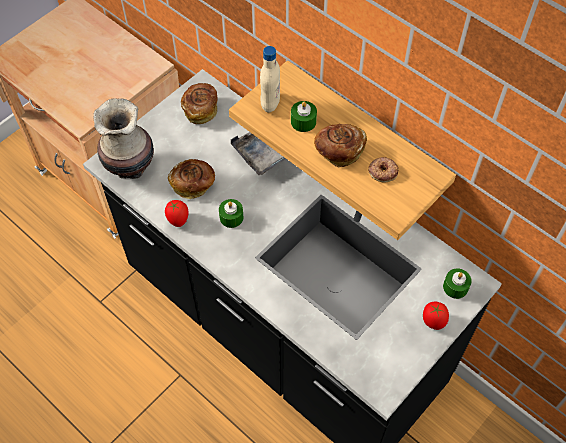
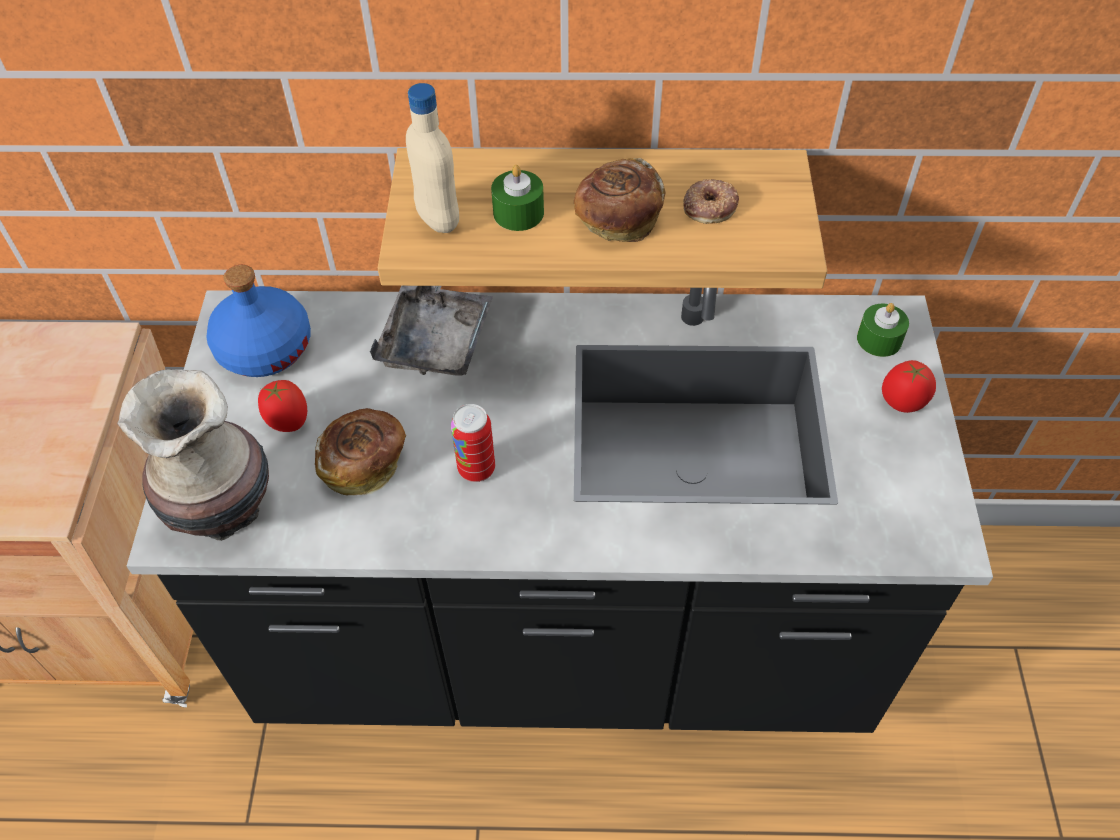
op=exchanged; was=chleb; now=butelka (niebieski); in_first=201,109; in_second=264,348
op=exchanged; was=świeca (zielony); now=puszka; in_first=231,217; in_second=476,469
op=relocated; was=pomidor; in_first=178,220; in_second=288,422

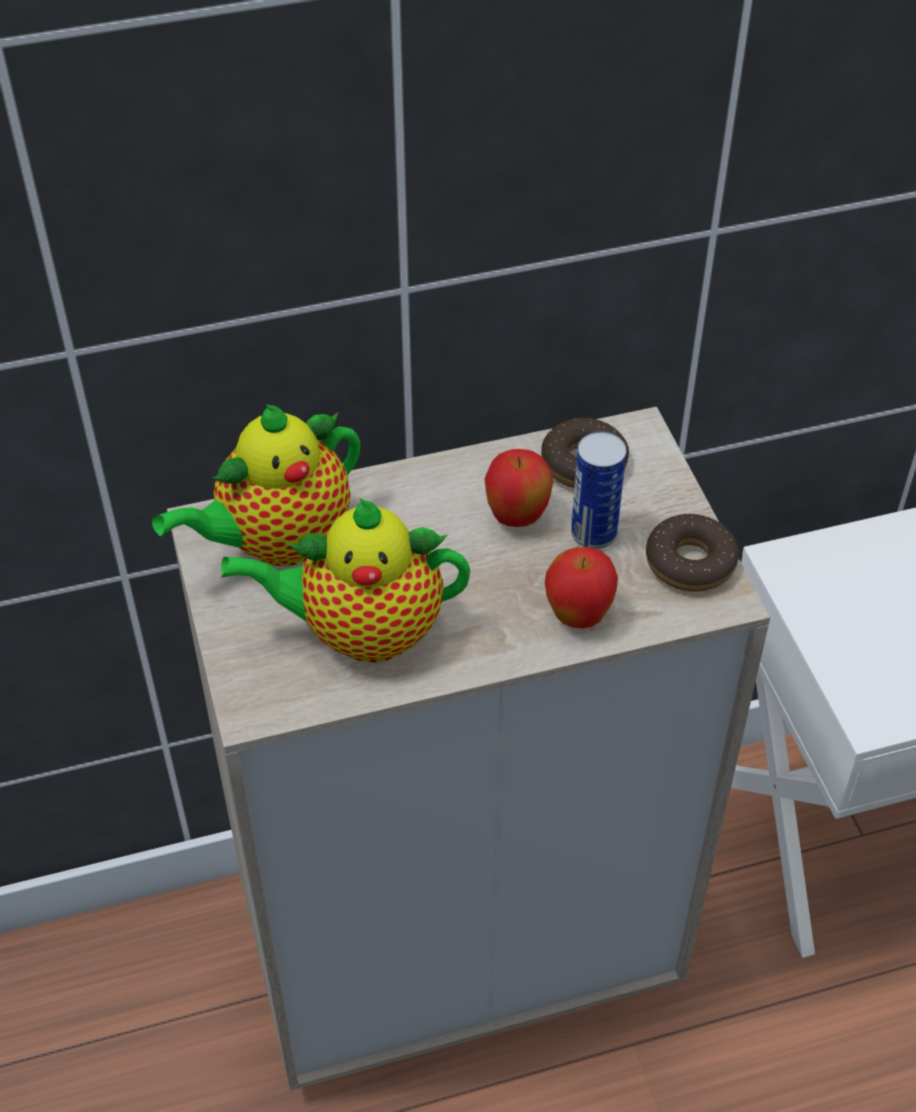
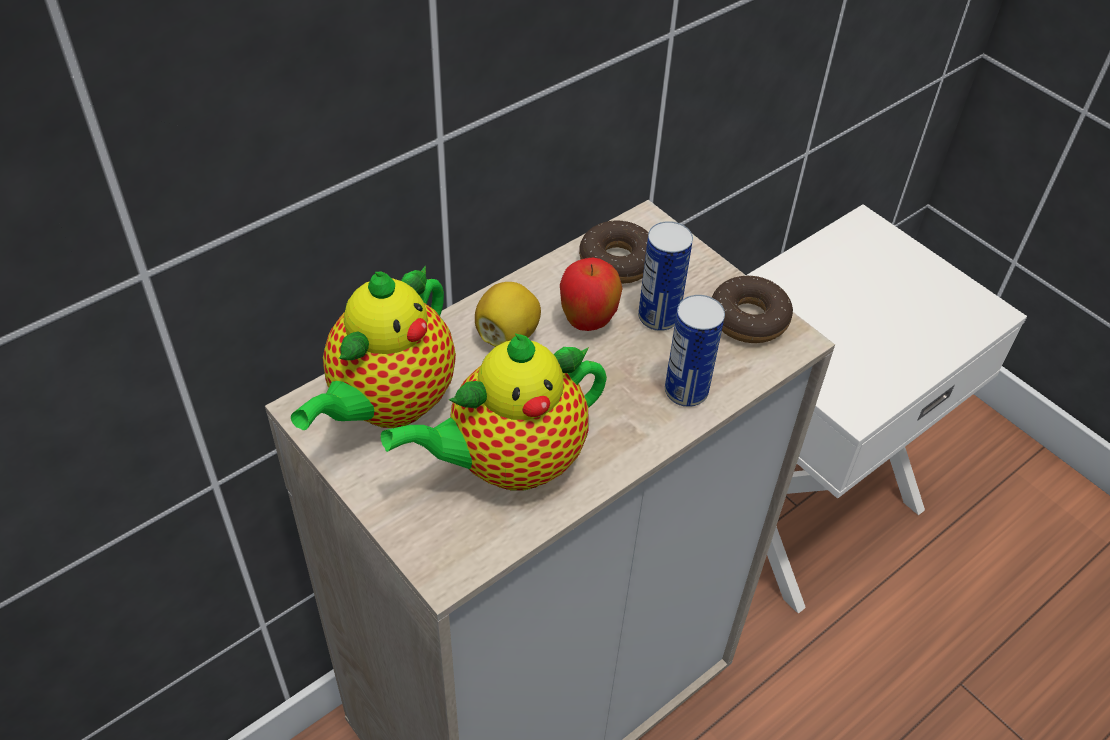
op=exchanged; was=jabłko; now=puszka; in_first=578,616; in_second=686,391
op=appeared; now=cytryna; in_second=507,334

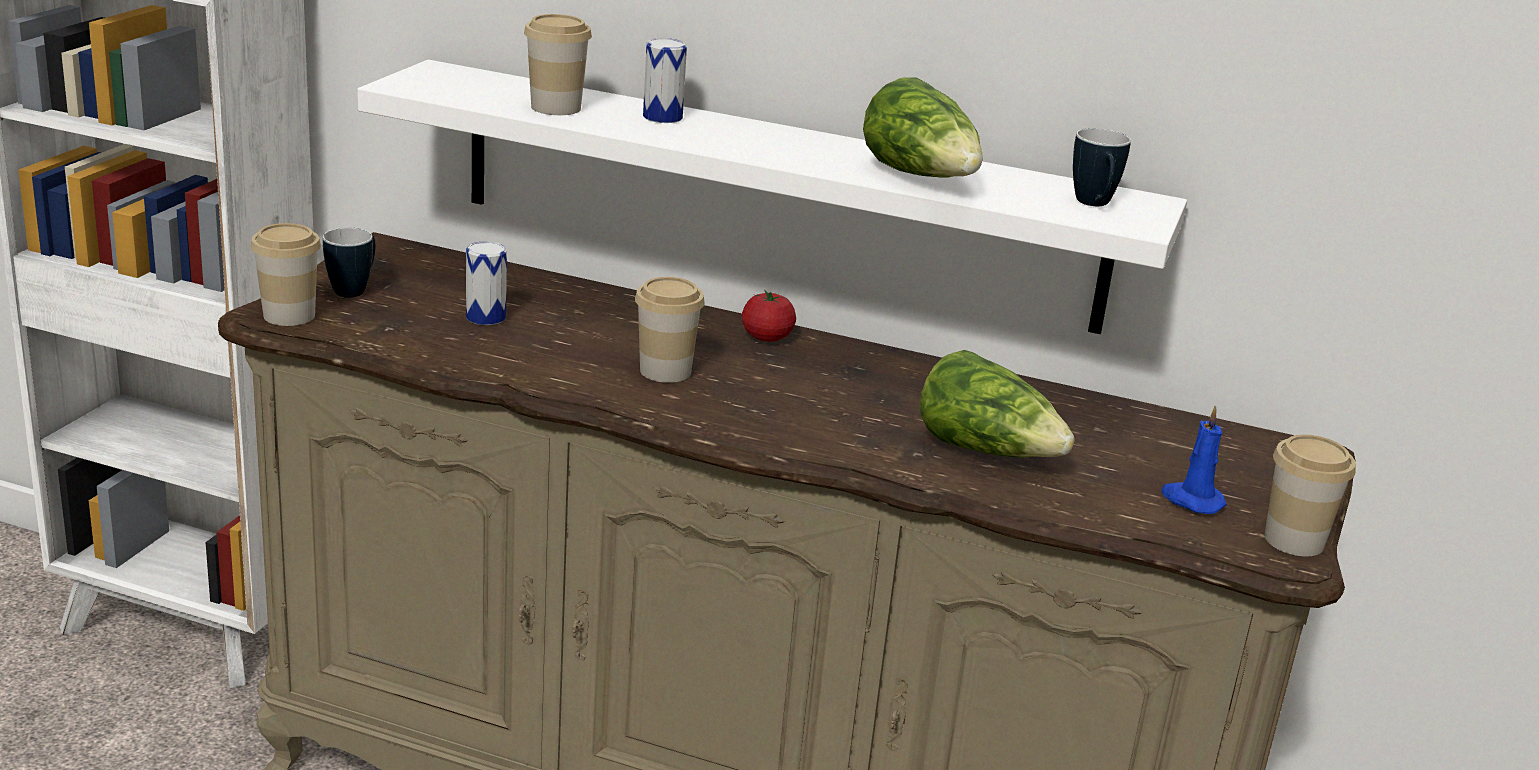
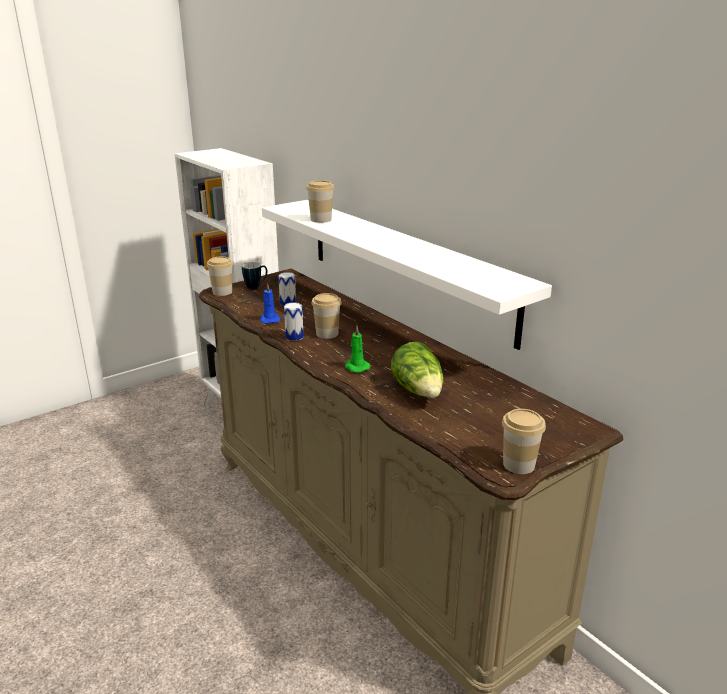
op=relocated; was=puszka; in_first=662,117; in_second=294,337
op=missing; was=sałata; in_first=922,177
op=missing; was=kubek; in_first=1094,205
op=missing; was=pomidor; in_first=767,337
op=relocated; was=świeca (niebieski); in_first=1191,500; in_second=269,320
op=appeared; now=świeca (zielony); in_second=356,367

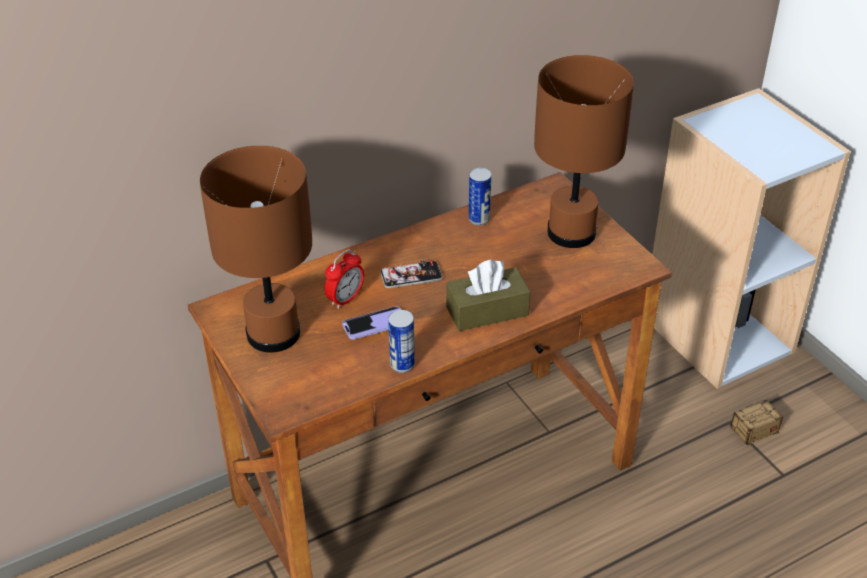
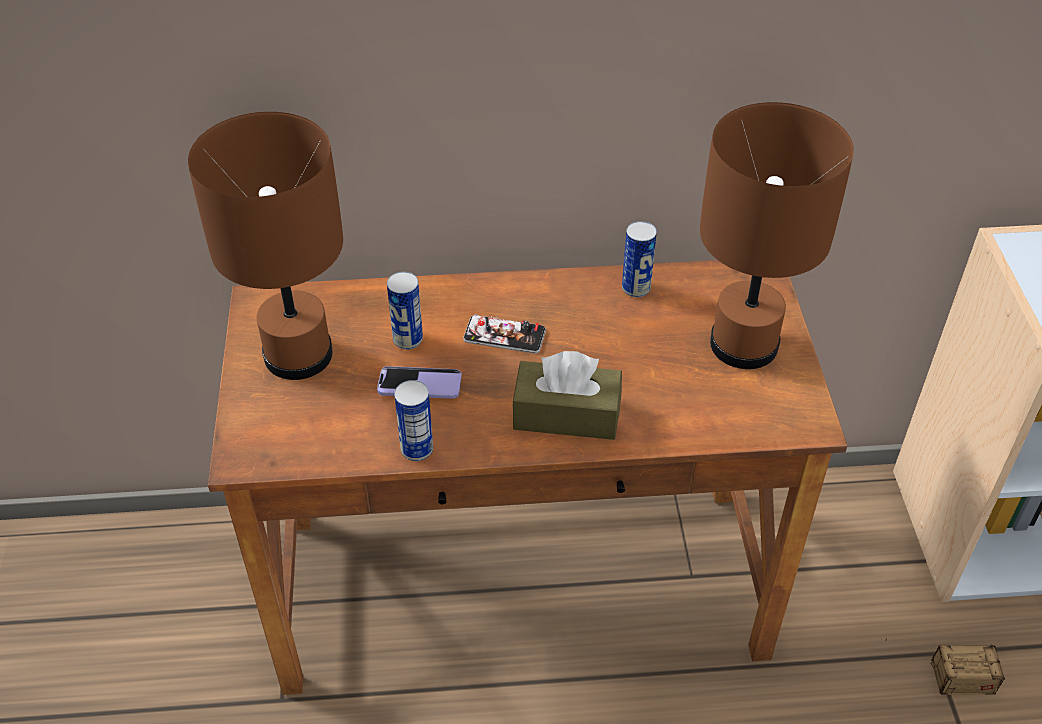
op=exchanged; was=budzik; now=puszka; in_first=345,299; in_second=408,339

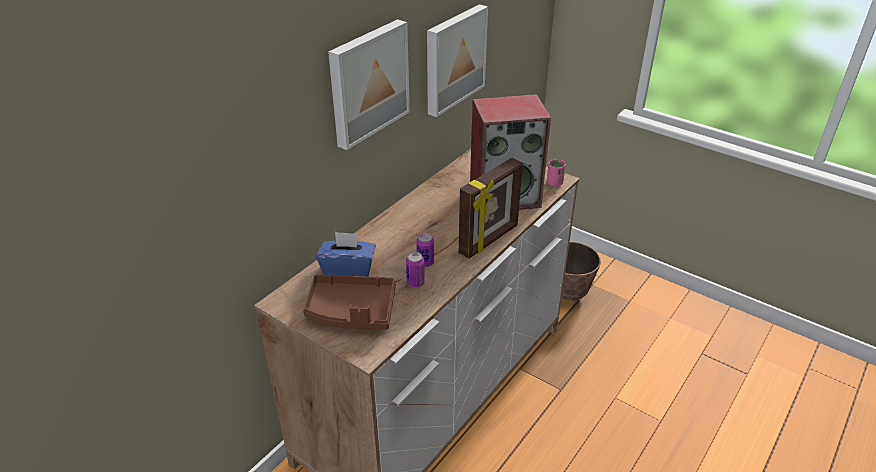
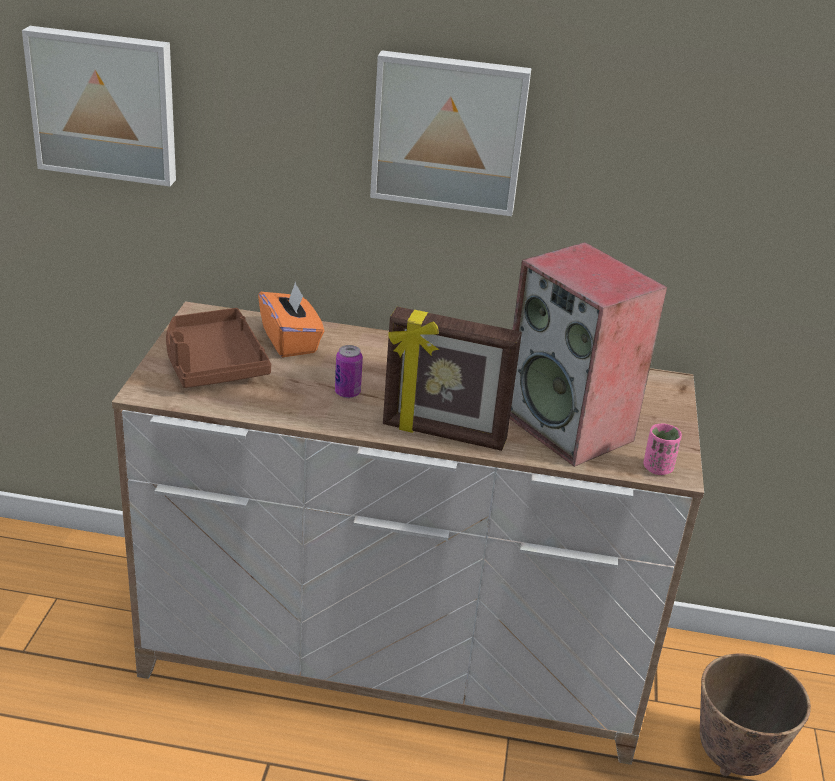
op=relocated; was=obraz; in_first=453,59; in_second=105,105
op=colour; was=pudełko chusteczek (niebieski); now=pudełko chusteczek (pomarańczowy); in_first=348,269; in_second=290,341
op=missing; was=puszka; in_first=415,283

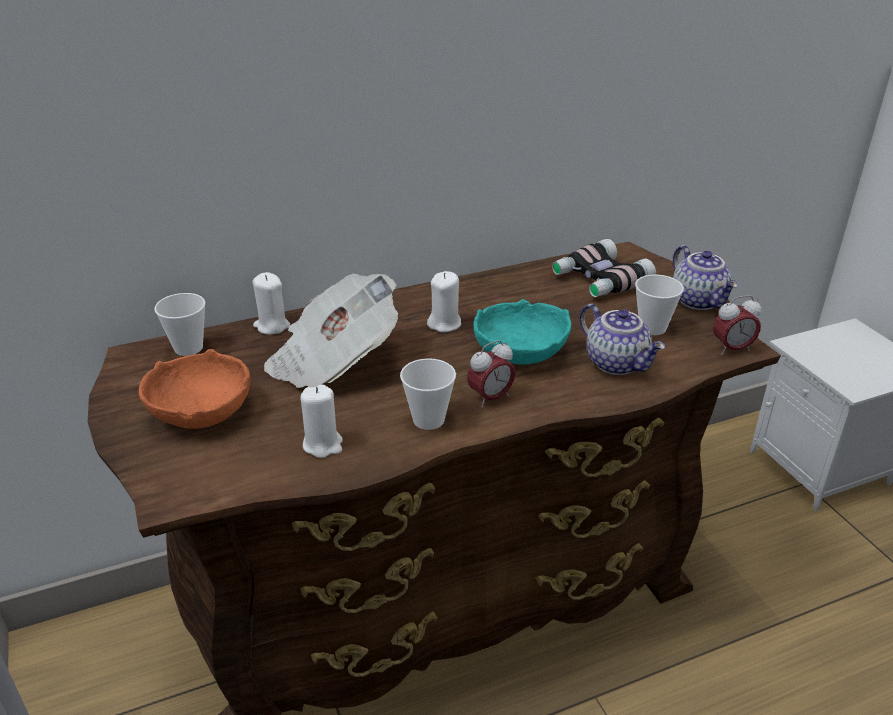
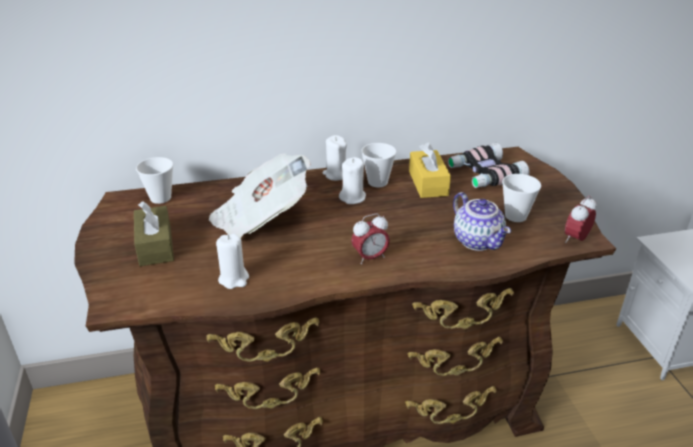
op=missing; was=imbryk; in_first=699,301
op=relocated; was=świeca (biały); in_first=272,326; in_second=335,175
op=spun; was=budzik; in_first=732,349; in_second=576,239; clockwise=135
op=missing; was=miska (turkusowy); in_first=519,352
op=exchanged; was=miska (pomarańczowy); now=pudełko chusteczek (brązowy); in_first=202,412; in_second=155,246
op=relocated; was=filiżanka; in_first=428,420; in_second=377,182
op=appeared; now=pudełko chusteczek (żółty); in_second=428,183

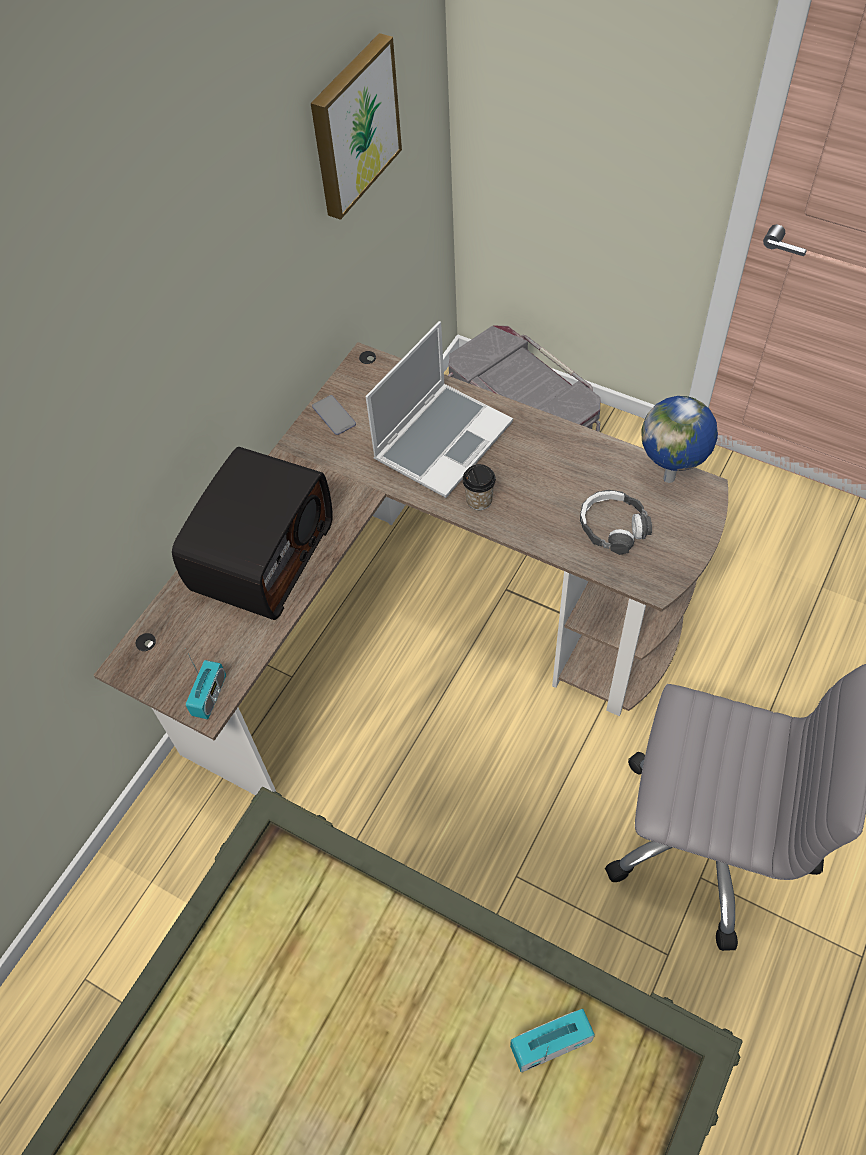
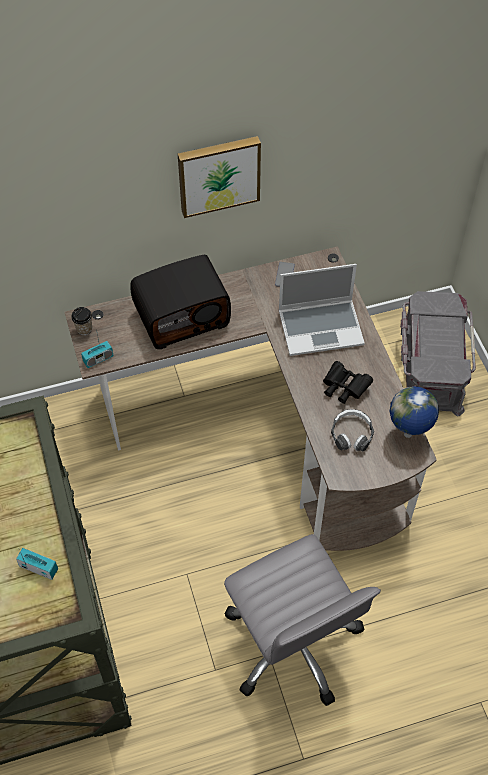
op=relocated; was=obraz; in_first=352,126; in_second=218,174
op=relocated; was=filiżanka; in_first=479,500; in_second=84,329
op=appeared; now=lornetka (czarny); in_second=344,388

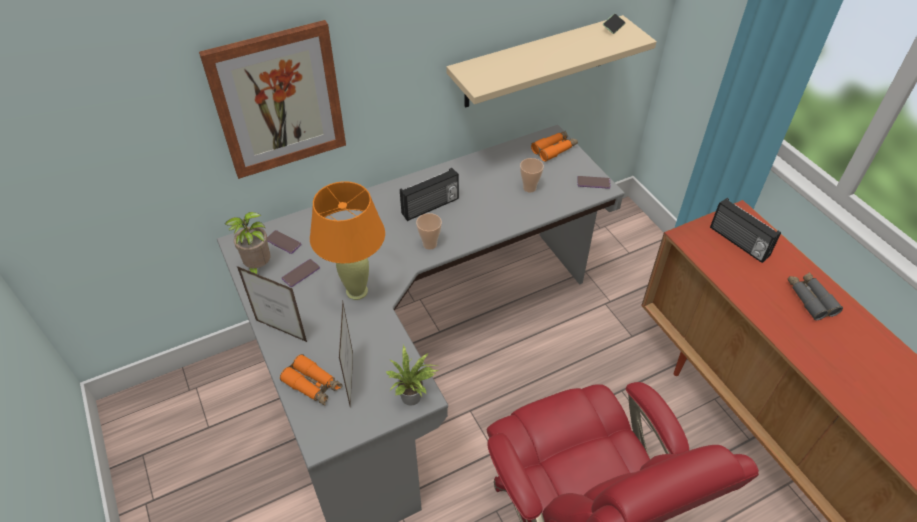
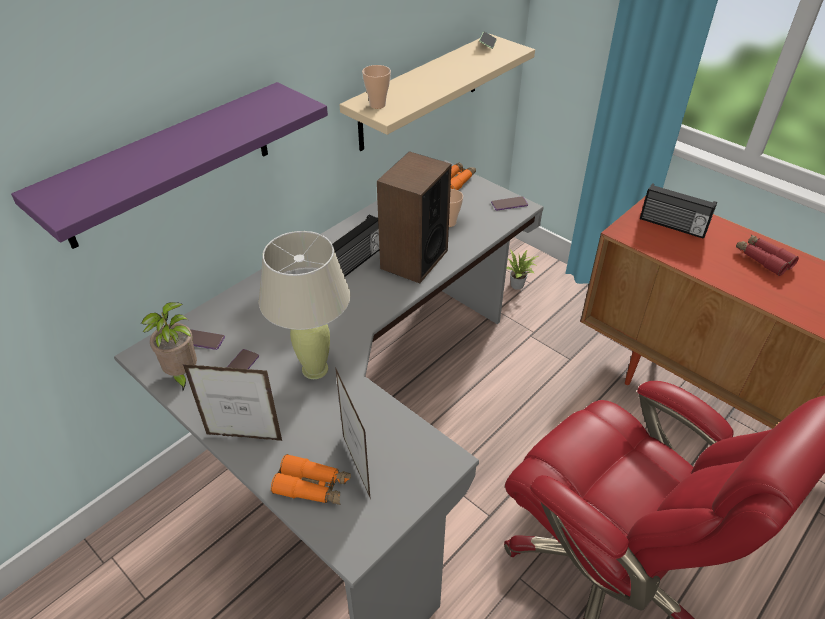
op=exchanged; was=obraz; now=półka (fioletowy); in_first=278,100; in_second=168,165
op=colour; was=lampa stołowa (pomarańczowy); now=lampa stołowa (beżowy); in_first=357,291; in_second=315,369
op=relocated; was=filiżanka; in_first=429,244; in_second=377,105
op=colour; was=lornetka (szary); now=lornetka (czerwony); in_first=810,299; in_second=763,259
op=relocated; was=roślina doniczkowa; in_first=414,397; in_second=519,285
op=appeared; now=głośnik; in_second=413,259

